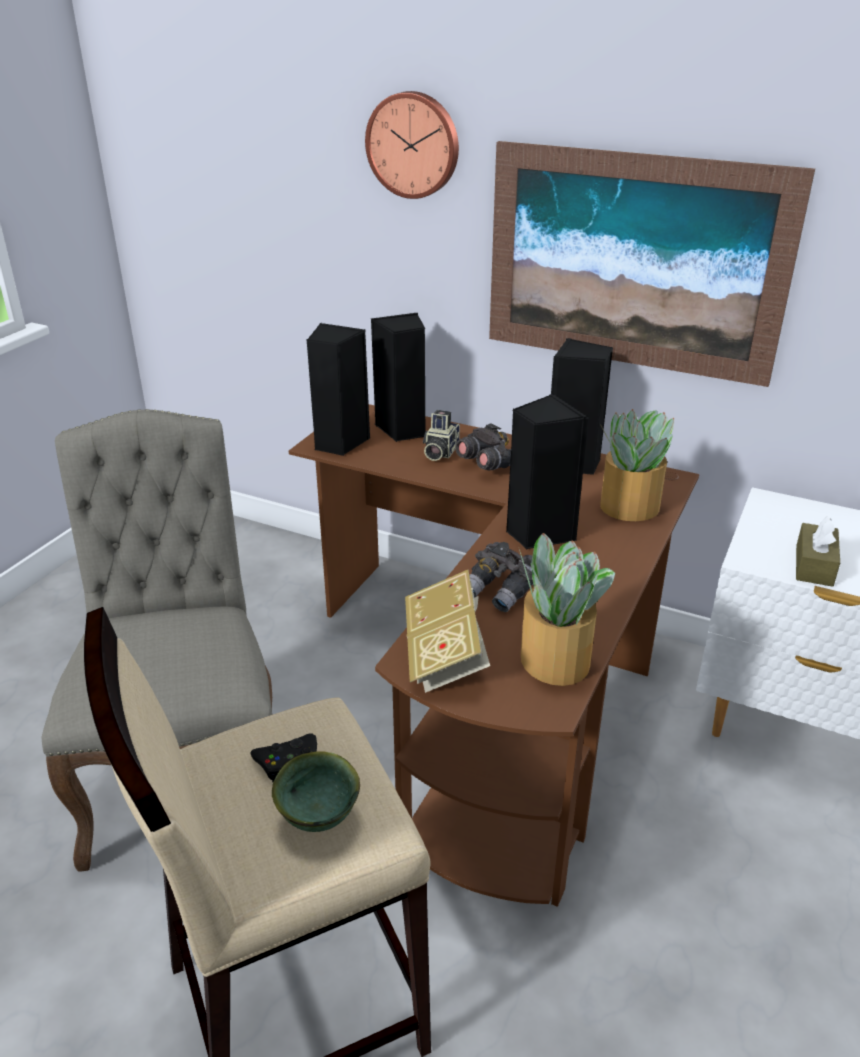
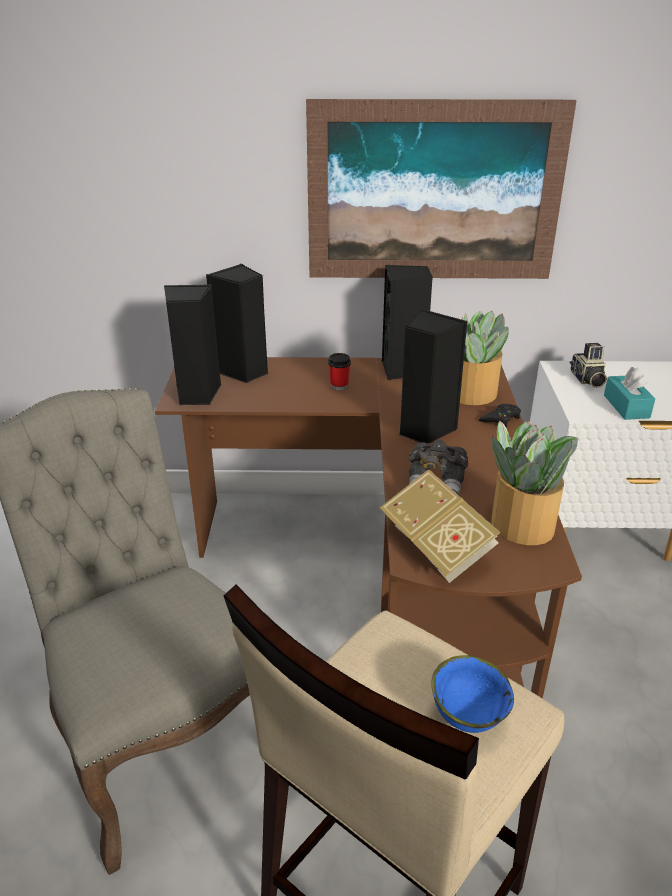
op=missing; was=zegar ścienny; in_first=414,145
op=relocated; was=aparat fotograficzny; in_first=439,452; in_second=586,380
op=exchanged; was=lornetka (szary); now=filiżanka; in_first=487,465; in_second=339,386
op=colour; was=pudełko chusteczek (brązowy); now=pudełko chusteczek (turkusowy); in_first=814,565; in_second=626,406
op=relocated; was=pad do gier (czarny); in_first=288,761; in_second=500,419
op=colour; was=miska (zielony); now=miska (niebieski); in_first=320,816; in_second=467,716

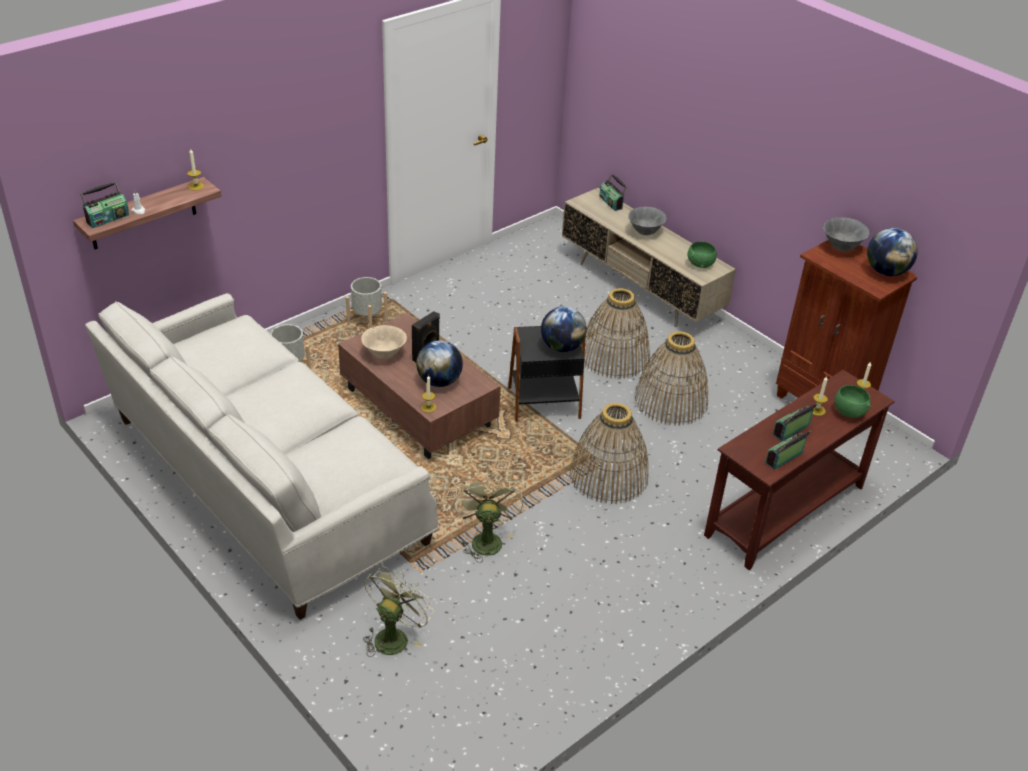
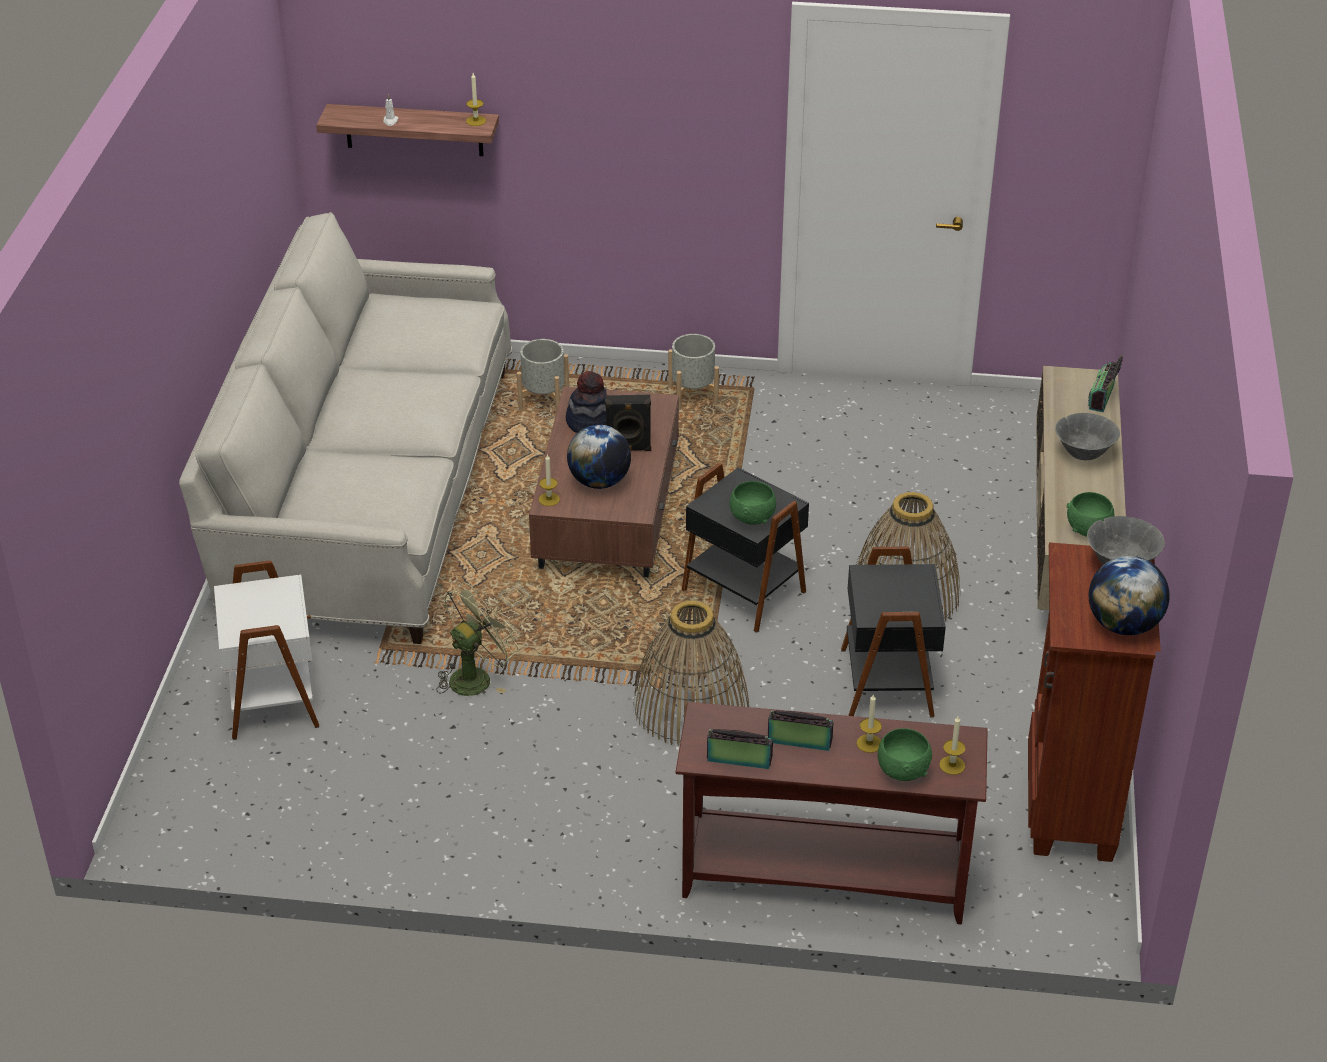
op=missing; was=radio; in_first=107,218
op=exchanged; was=globus; now=miska (zielony); in_first=562,347; in_second=752,517
op=exchanged; was=miska (beżowy); now=kapelusz; in_first=384,354; in_second=589,423
op=exchanged; was=koszyk; now=stolik (czarny); in_first=670,401; in_second=889,682
op=exchanged; was=wentylator (zielony); now=stolik (biały); in_first=394,635; in_second=275,697

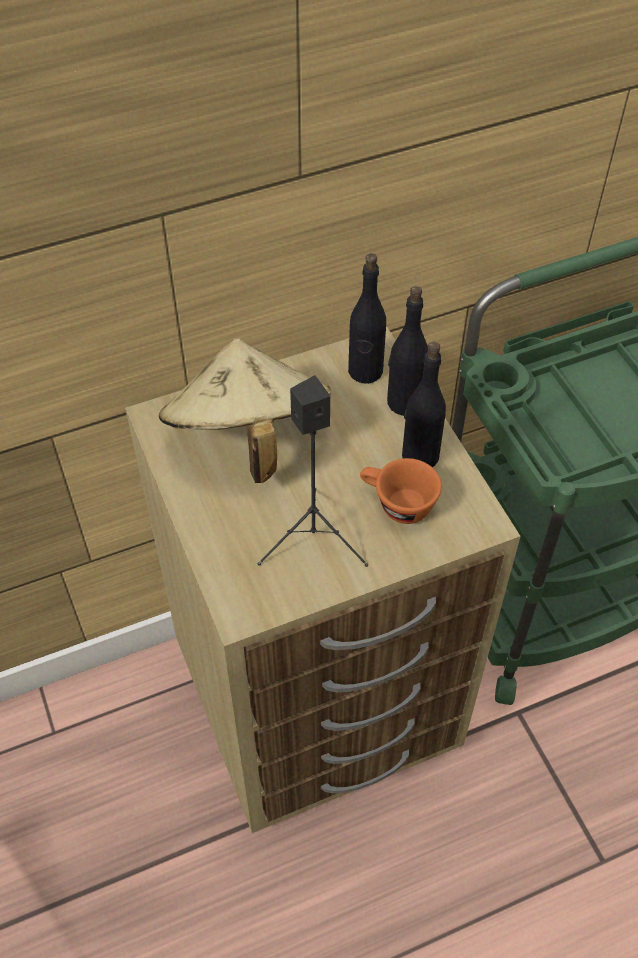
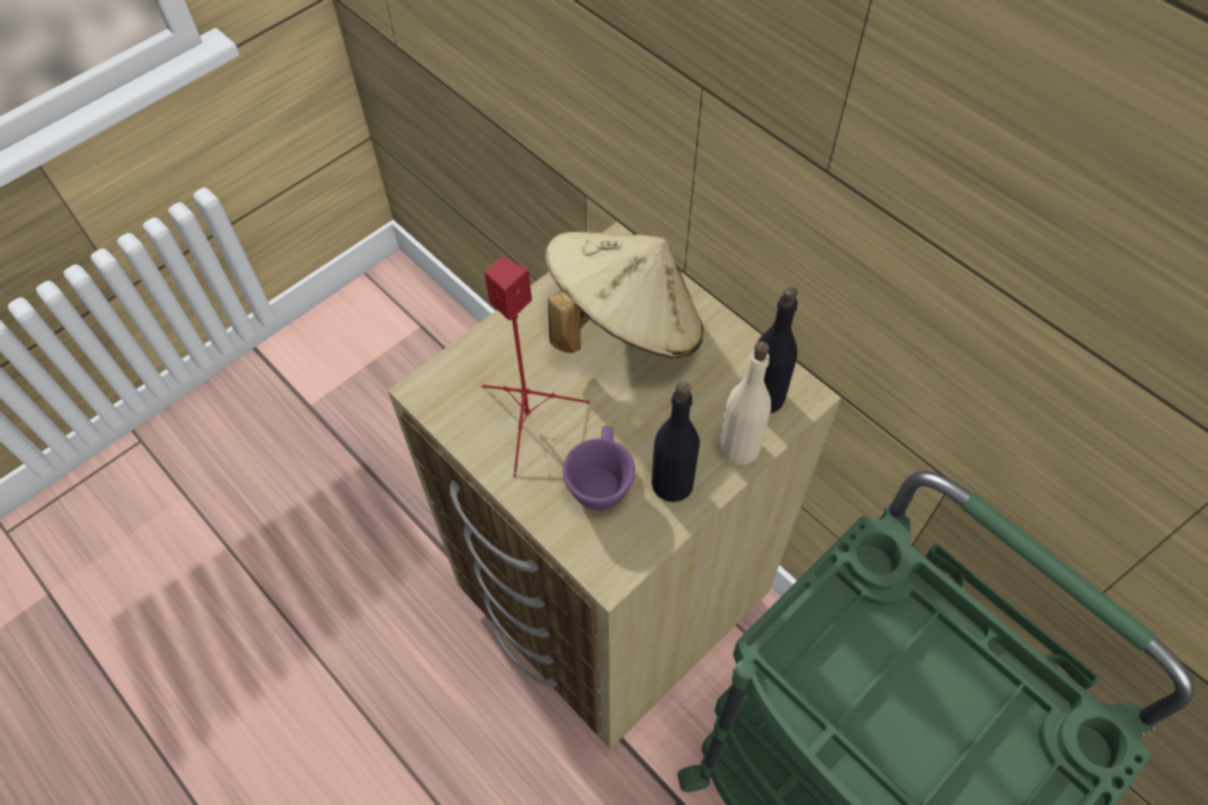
op=colour; was=butelka (czarny); now=butelka (beżowy); in_first=404,402; in_second=739,446
op=colour; was=głośnik (czarny); now=głośnik (czerwony); in_first=312,537; in_second=529,419
op=colour; was=filiżanka (pomarańczowy); now=filiżanka (fioletowy); in_first=397,504; in_second=599,480

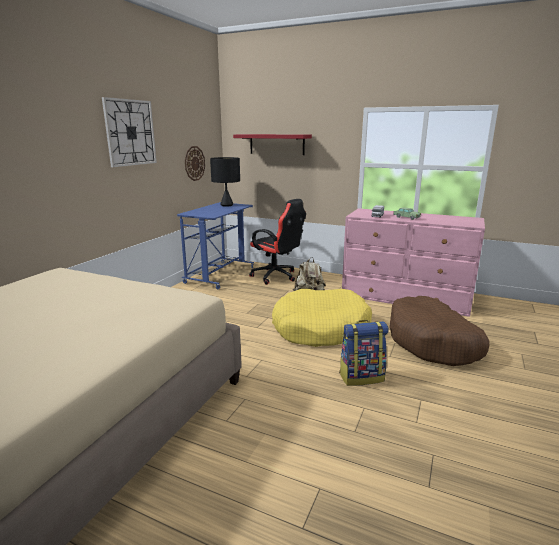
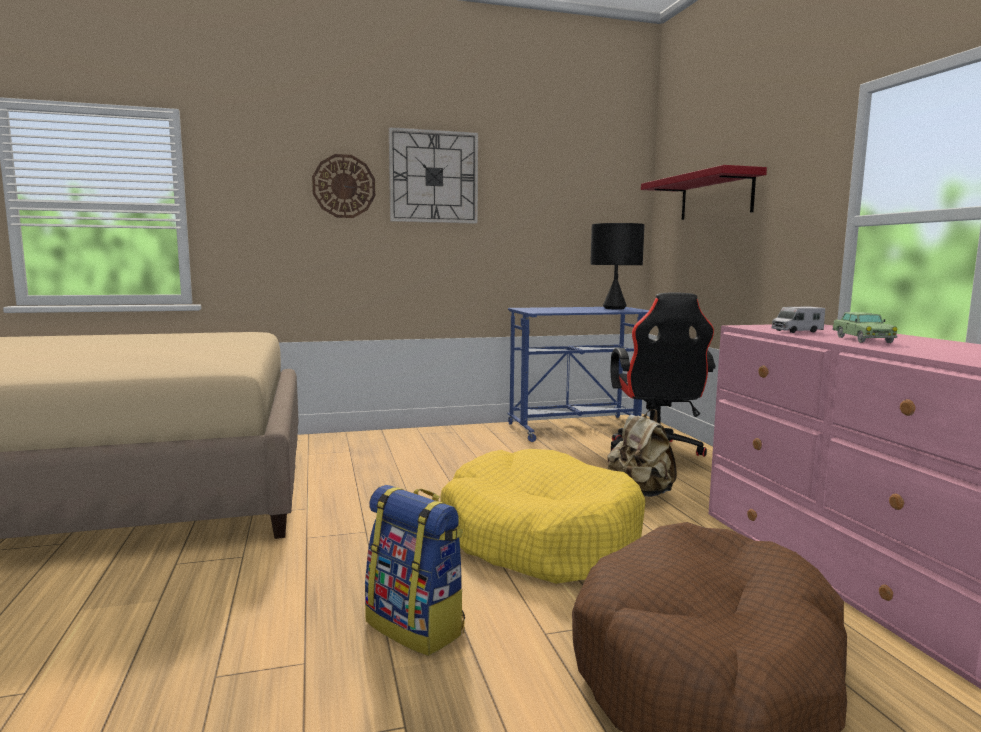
op=relocated; was=zegar ścienny; in_first=194,163; in_second=344,186

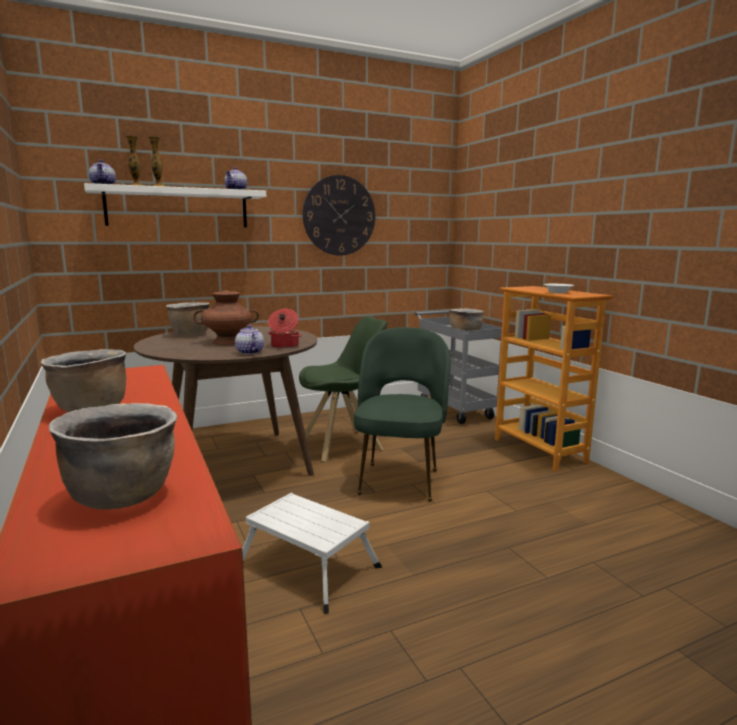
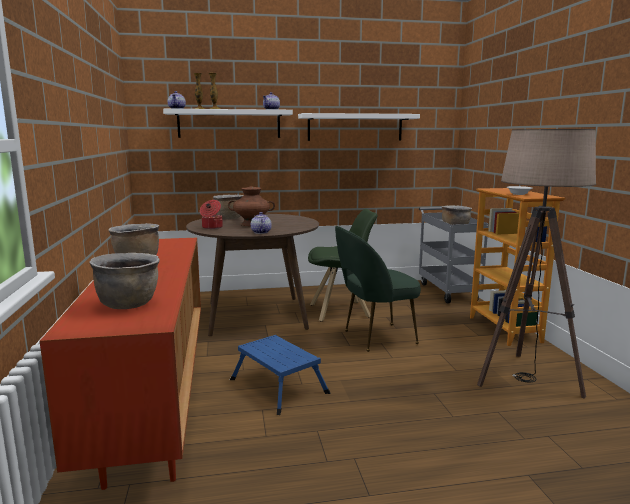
op=exchanged; was=zegar ścienny; now=półka (biały); in_first=339,215; in_second=355,127
op=relocated; was=garnek; in_first=284,346; in_second=211,227
op=spun; was=krzesło (zielony); in_first=400,478; in_second=374,338; clockwise=-135
op=colour; was=drabinka (biały); now=drabinka (niebieski); in_first=308,566; in_second=279,386
op=appeared; now=lampa stojąca; in_second=526,378

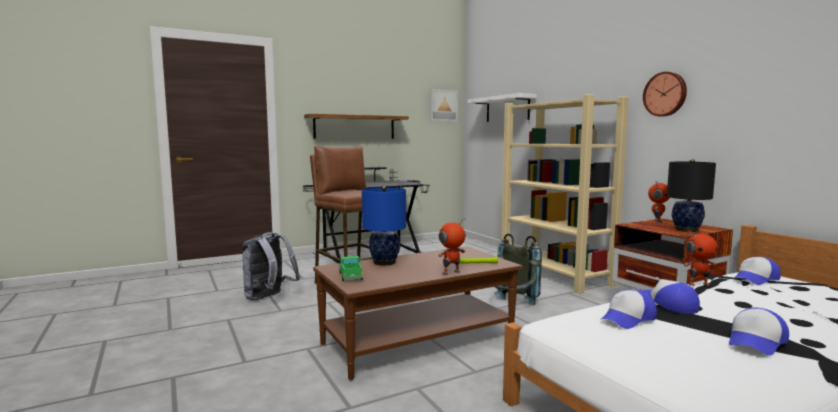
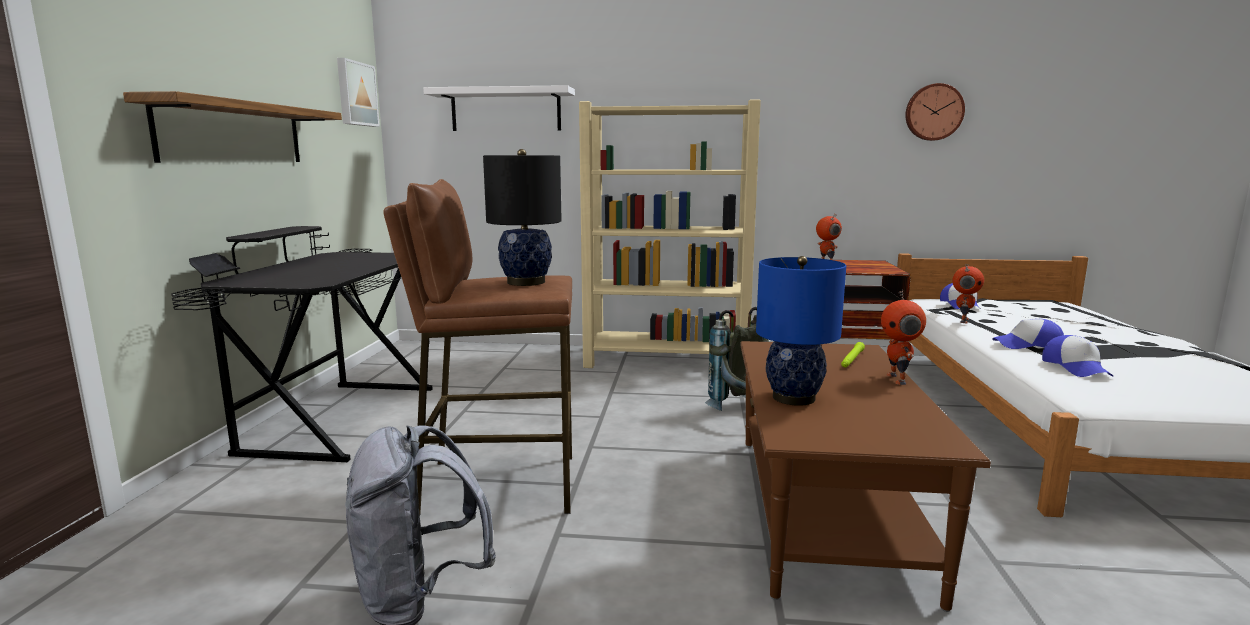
op=relocated; was=zegar ścienny; in_first=665,94; in_second=933,112
op=relocated; was=lampa stołowa (czarny); in_first=686,230; in_second=526,282
op=missing; was=ciężarówka zabawkowa; in_first=350,276
op=missing; was=czapka z daszkiem; in_first=756,342

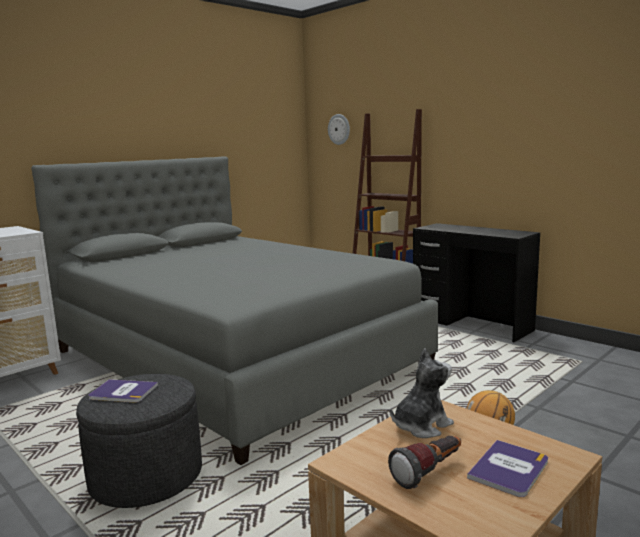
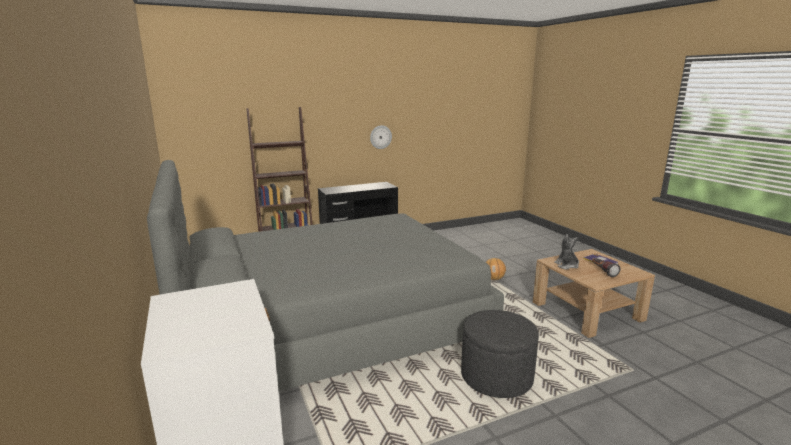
op=relocated; was=zegar ścienny; in_first=339,129; in_second=380,137
op=missing; was=książka; in_first=123,392

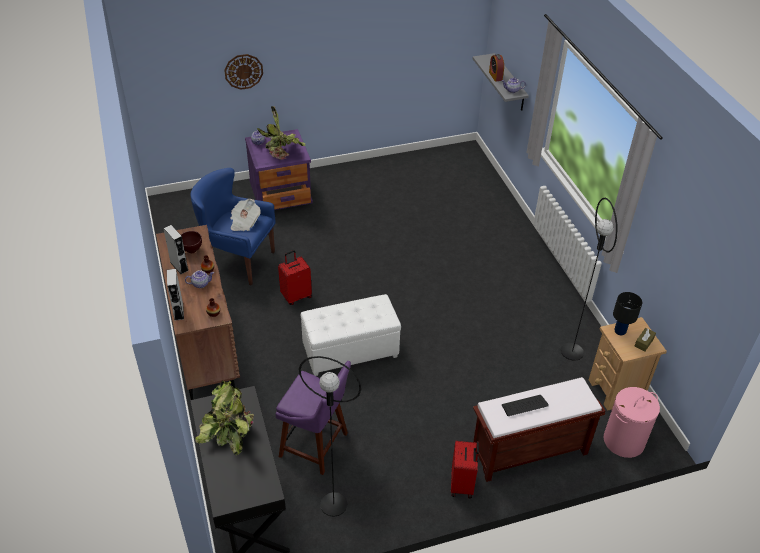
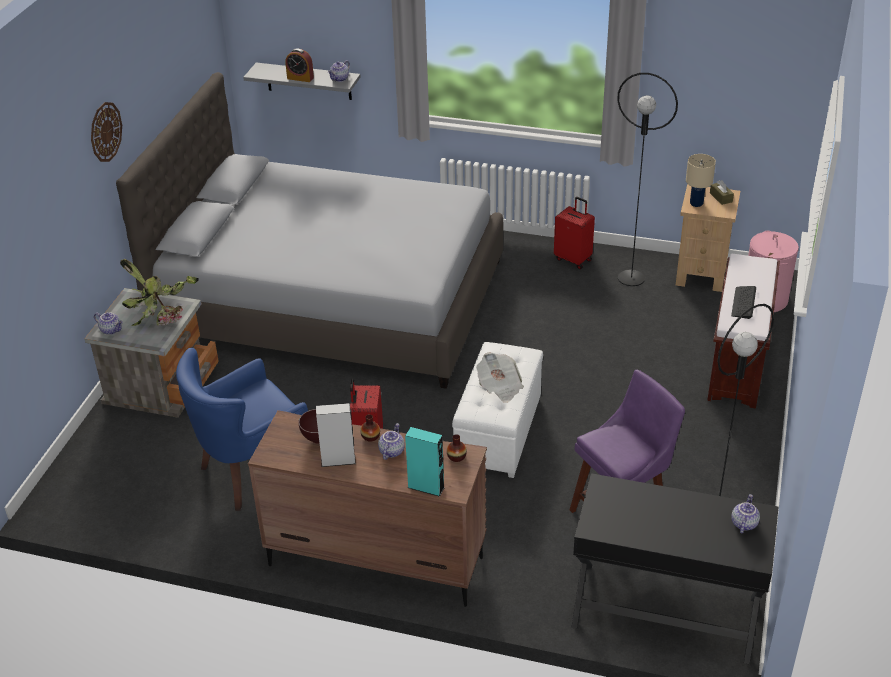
op=relocated; was=zegar ścienny; in_first=243,71; in_second=105,132
op=colour; was=szafka nocna (fioletowy); now=szafka nocna (szary); in_first=282,193; in_second=163,383
op=relocated; was=gazeta; in_first=244,222; in_second=500,387
op=colour; was=głośnik (szary); now=głośnik (turkusowy); in_first=178,311; in_second=426,487
op=colour; was=lampa stołowa (czarny); now=lampa stołowa (beżowy); in_first=620,331; in_second=696,203
op=missing; was=roślina doniczkowa; in_first=229,431
op=relocated; was=walizka (czerwony); in_first=462,484; in_second=573,259
op=appeared; now=łóżko (szary); in_second=331,298
op=appeared; now=imbryk; in_second=743,523

